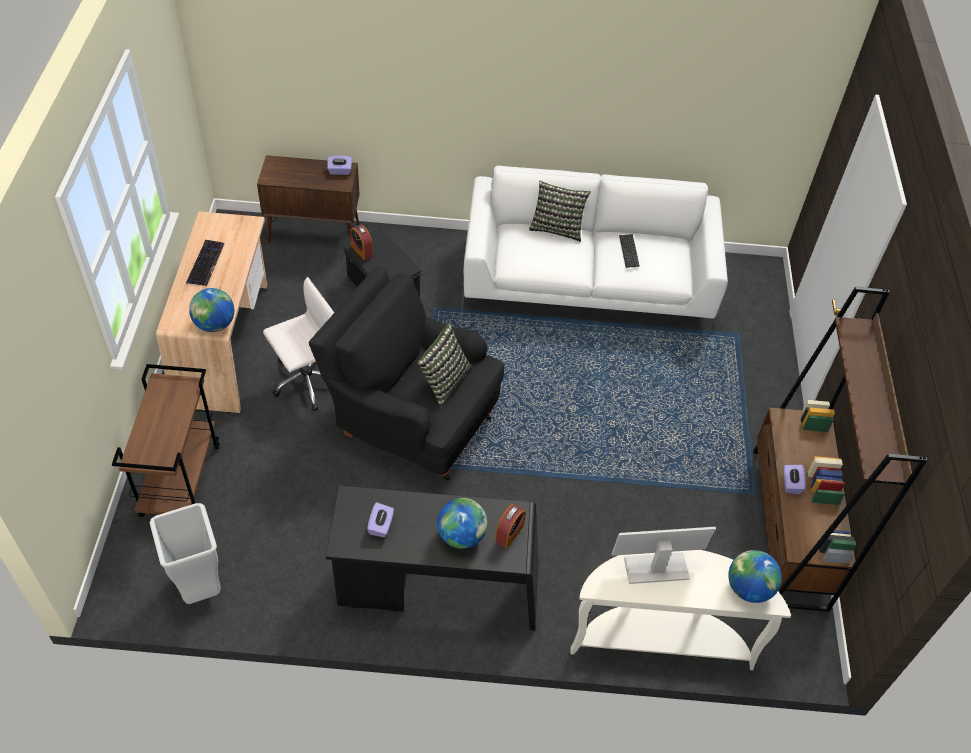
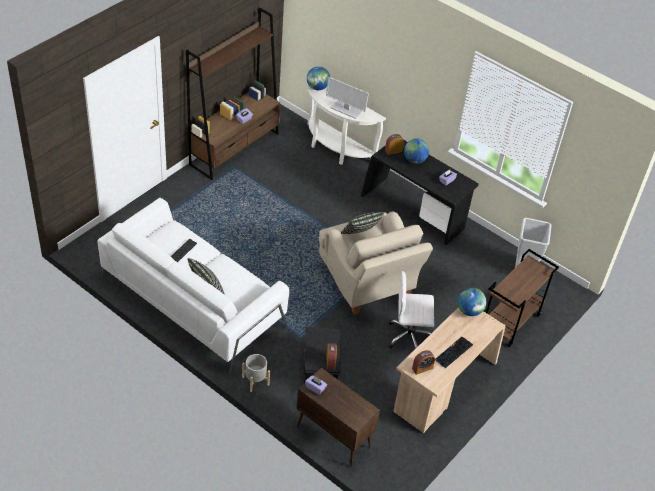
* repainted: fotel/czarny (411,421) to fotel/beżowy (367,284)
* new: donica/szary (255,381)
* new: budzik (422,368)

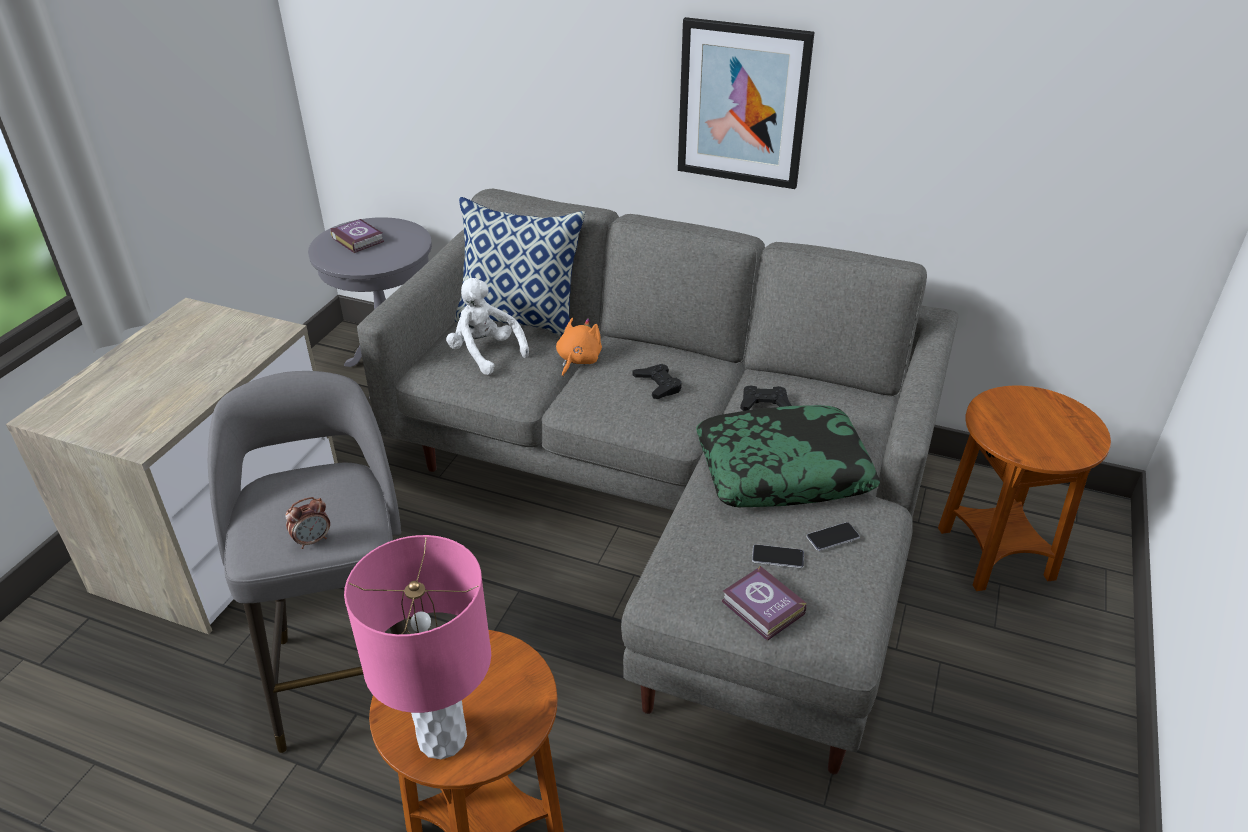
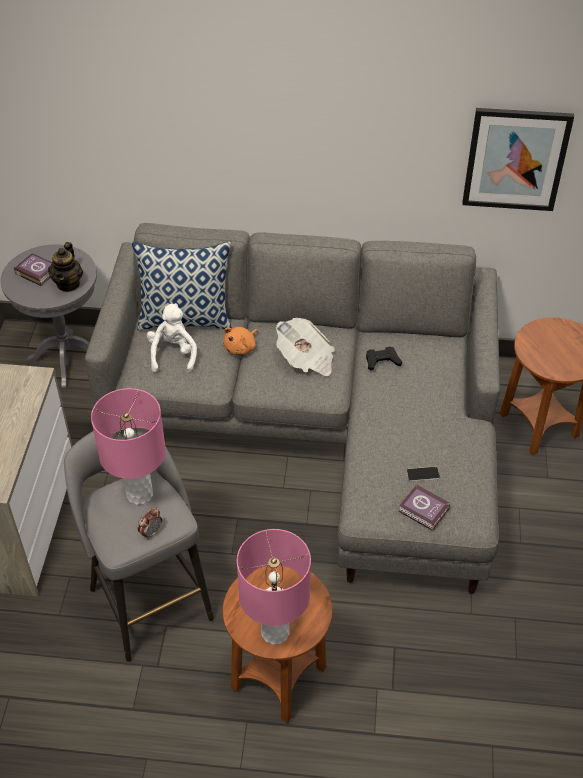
* rotated: pluszak/biały (485,353) = (173,354) 60 degrees clockwise
* rotated: pluszak/pomarańczowy (578,360) = (241,348) 150 degrees counterclockwise
* swapped: pad do gier/czarny (658,385) to gazeta (306,359)
* shifted: obraz (742,104) to (515,159)
* gone: poduszka (783,470)
* gone: telefon (833,537)
* new: imbryk (68,284)
* new: lampa stołowa/różowy (140,494)

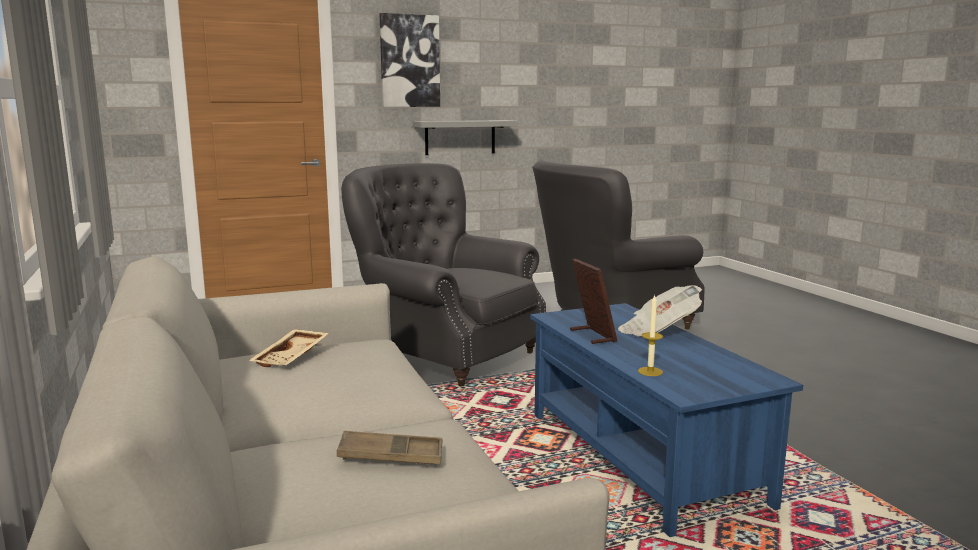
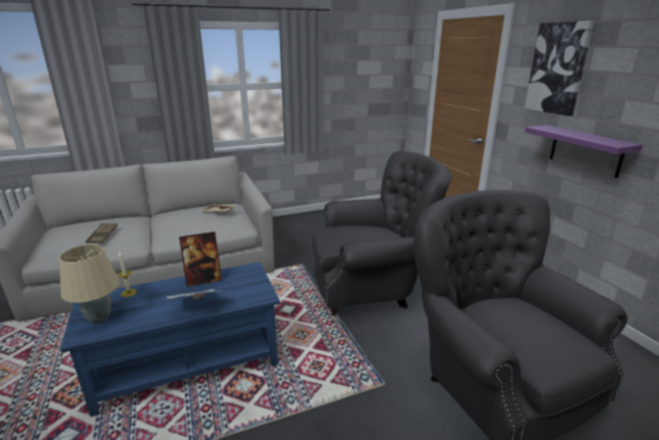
* rotated: fotel/szary (445,354) = (371,287) 45 degrees clockwise
* repainted: półka/szary (460,137) to półka/fioletowy (585,151)
* new: lampa stołowa/beżowy (99,319)

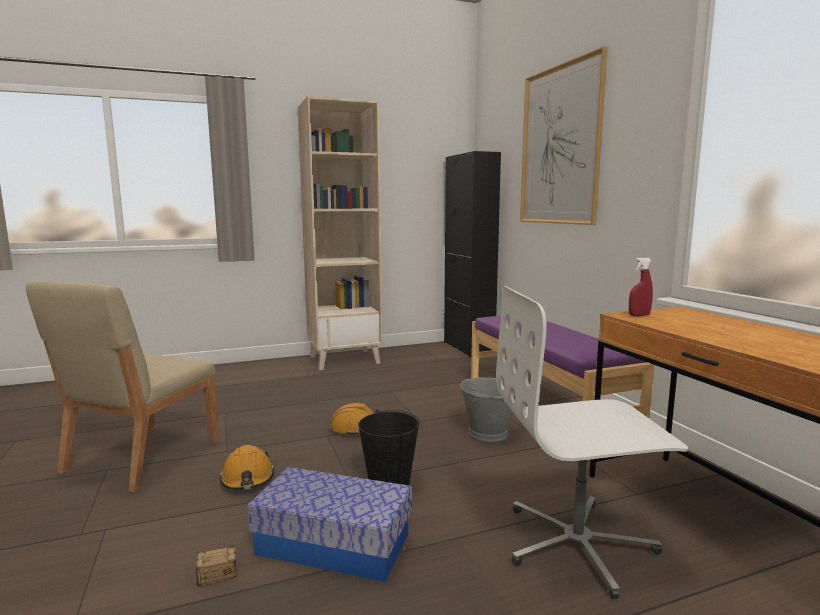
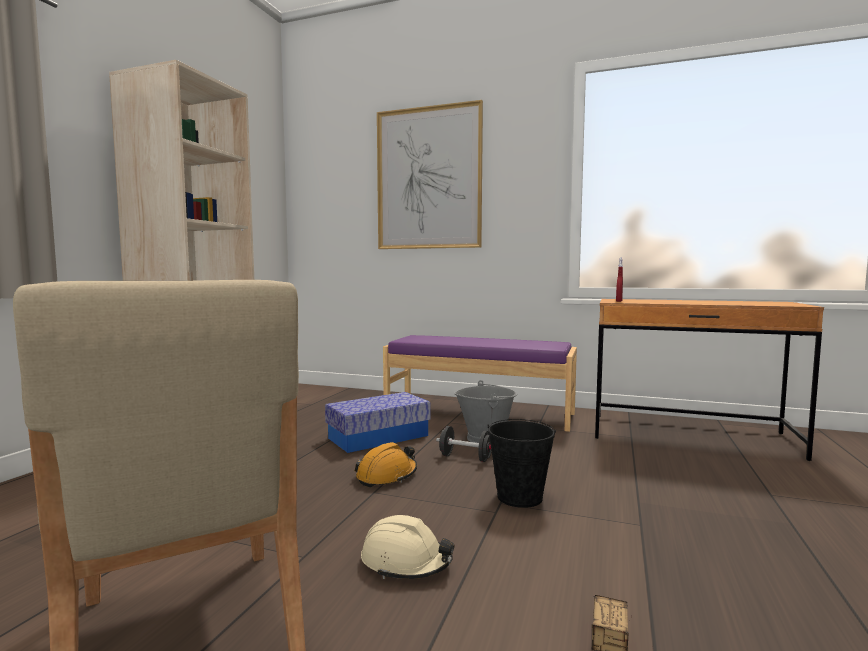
* repainted: kask/pomarańczowy (247,479) to kask/beżowy (406,562)
* shifted: pojemnik do przechowywania (334,544) to (378,437)
* gone: szafka/czarny (468,348)
* gone: krzesło biurowe/biały (578,544)
* new: hantel/czarny (465,458)

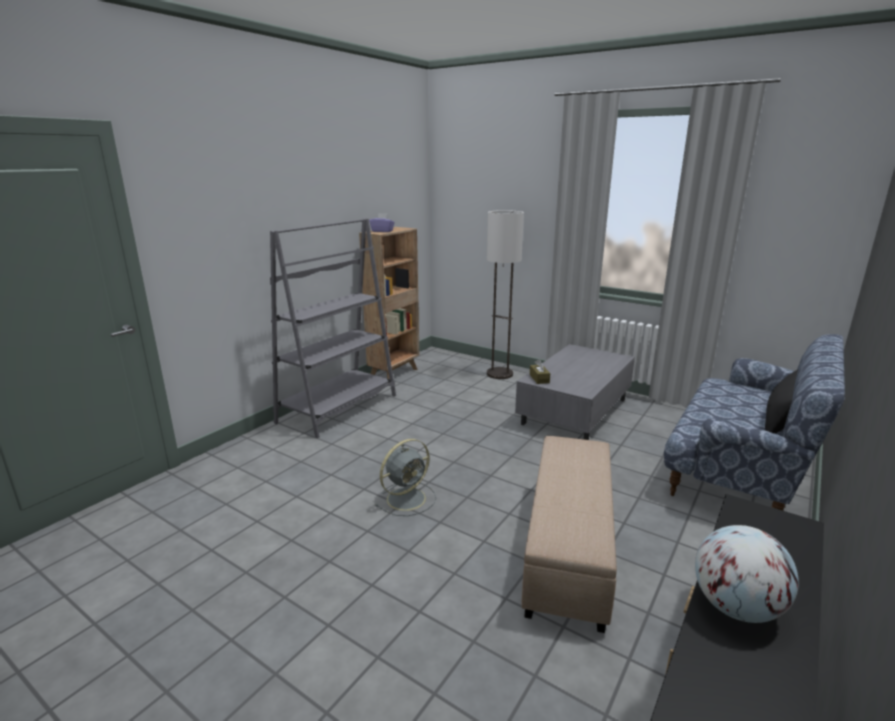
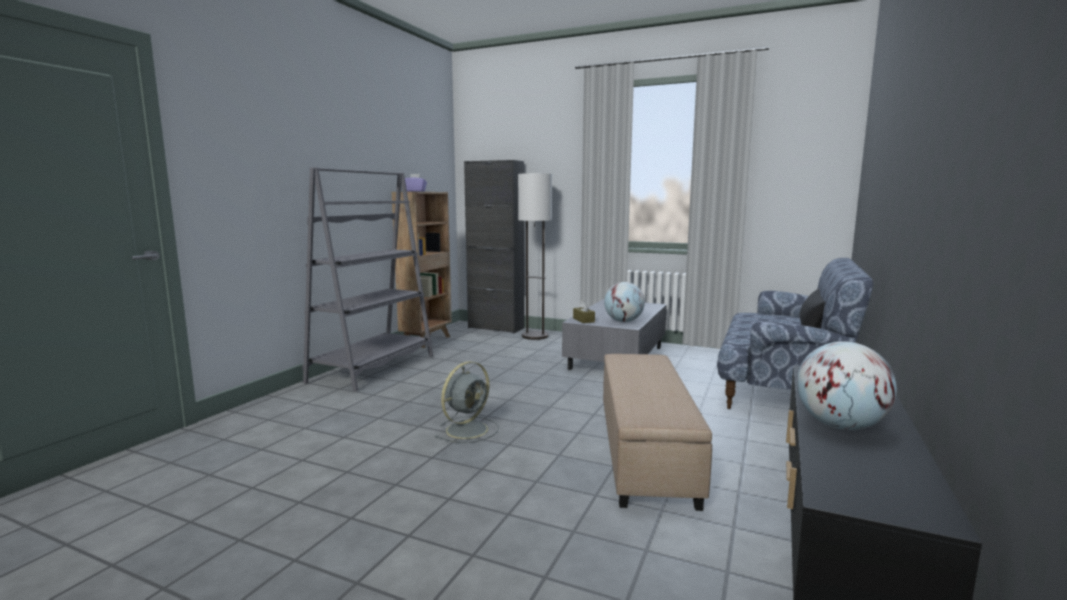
* new: szafka/czarny (496,328)
* new: globus (623,321)

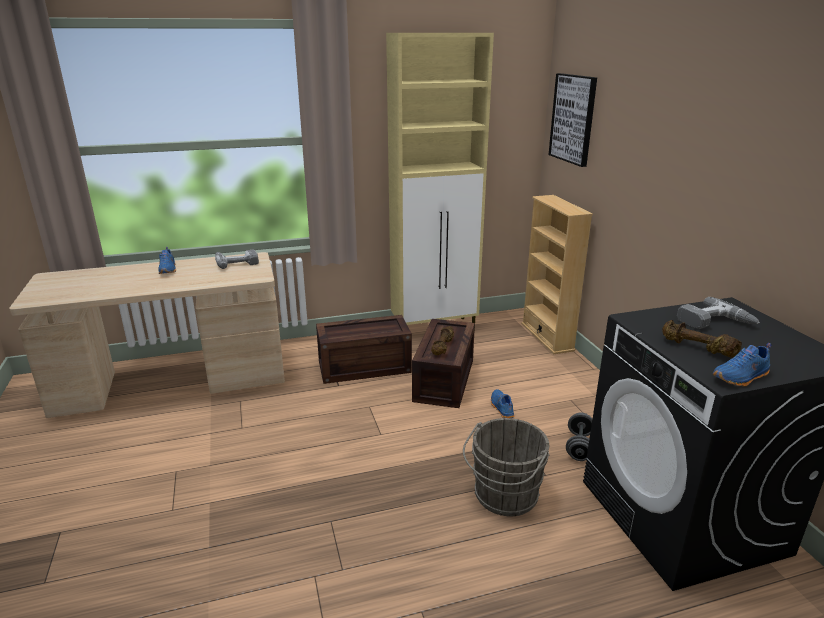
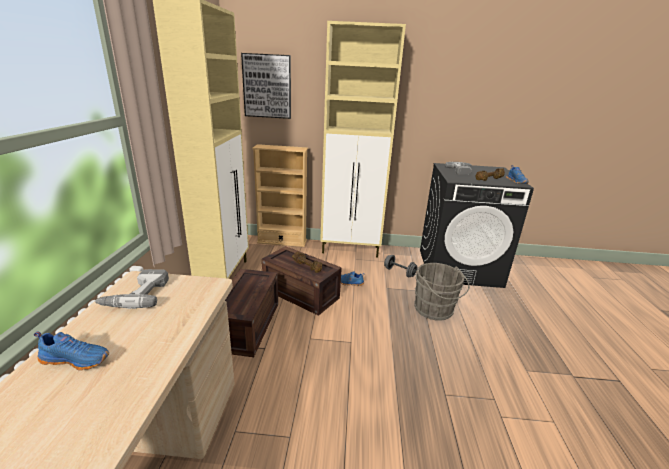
* new: szafka/beżowy (351,250)

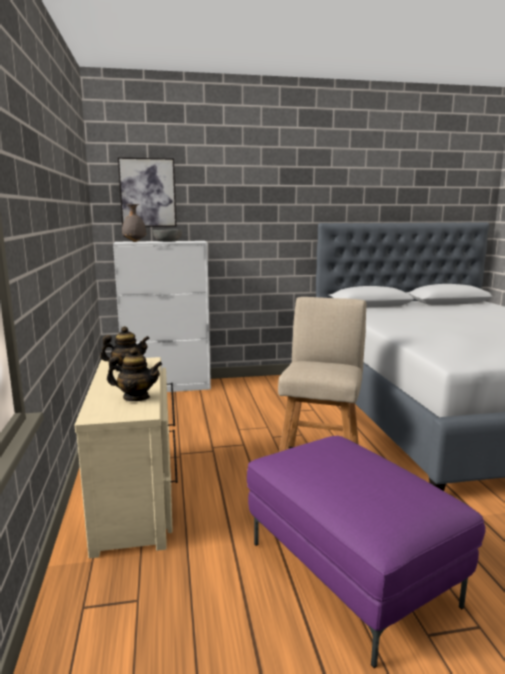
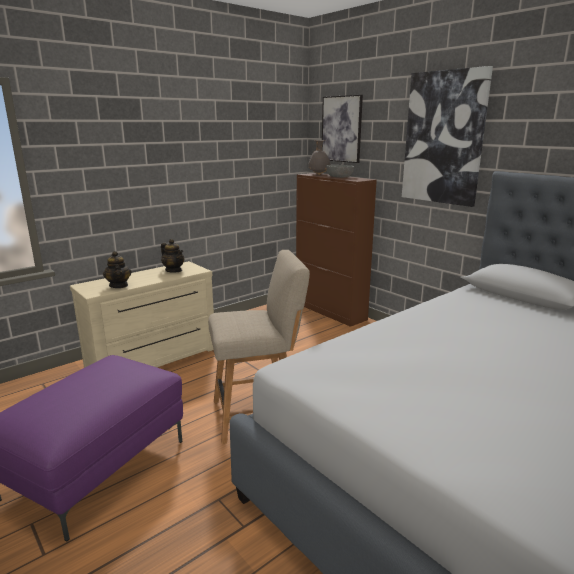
* repainted: szafka/biały (168,387) to szafka/brązowy (330,311)
* new: obraz (444,138)

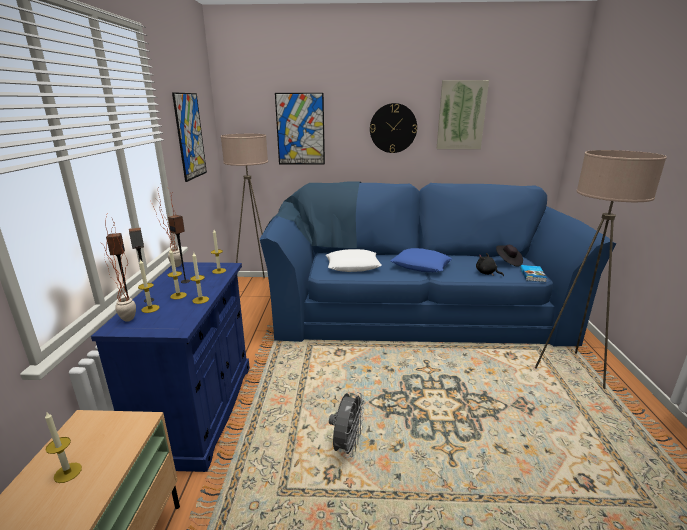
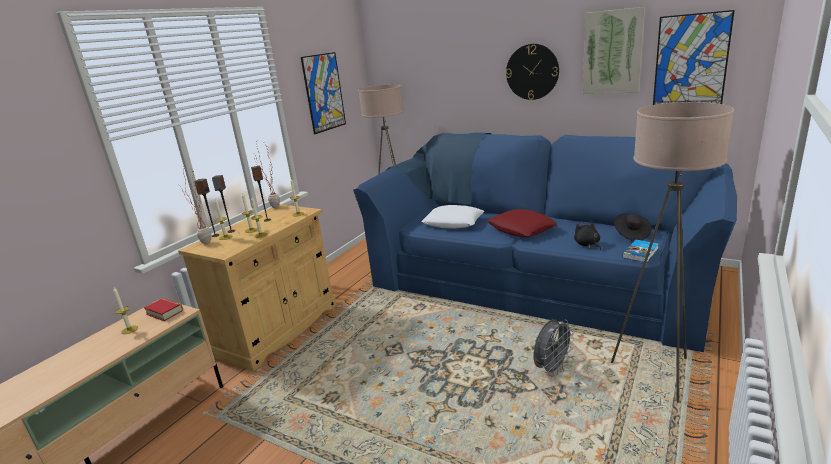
* repainted: szafka/niebieski (199,410) to szafka/beżowy (278,329)
* shifted: obraz (300,129) to (690,62)
* shifted: wentylator/szary (347,446) to (552,368)
* repainted: poduszka/niebieski (420,265) to poduszka/czerwony (521,229)
* new: książka (164,312)

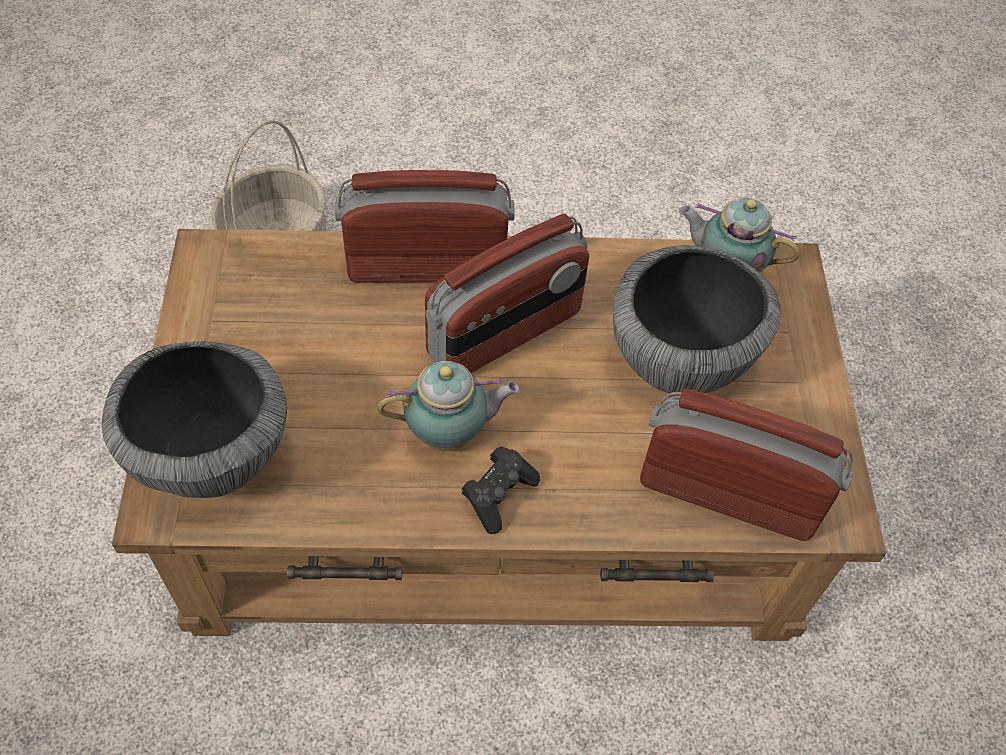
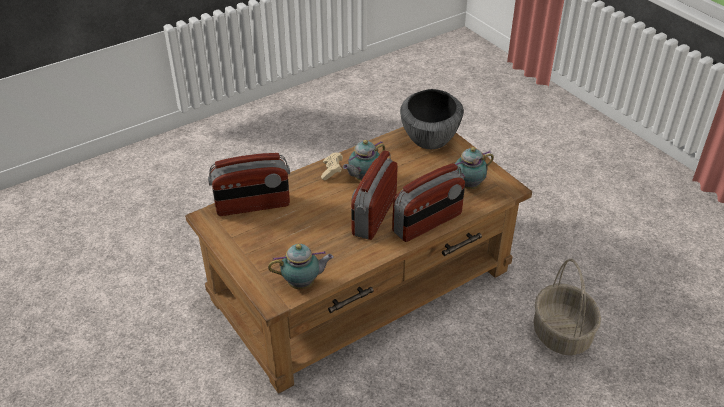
* repainted: pad do gier/czarny (498,495) to pad do gier/beżowy (332,171)
* gone: miska (678,363)
* new: imbryk (467,186)

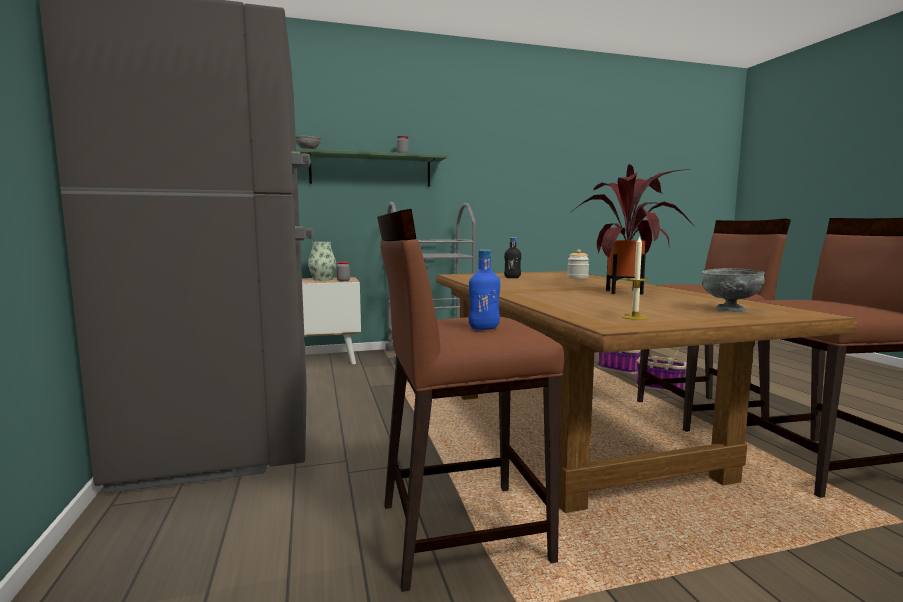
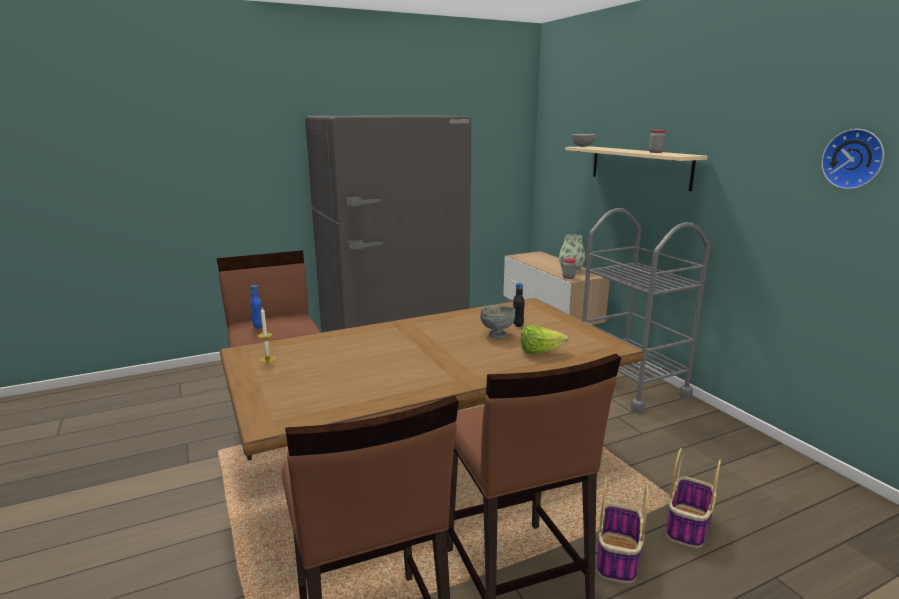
* repainted: półka/zielony (371,170) to półka/beżowy (639,166)
* swapped: słoik (577,278) to sałata (539,352)
* gone: roślina doniczkowa (628,292)
* shifted: miska/szary (729,310) to (496,334)
* new: zegar ścienny (854,159)

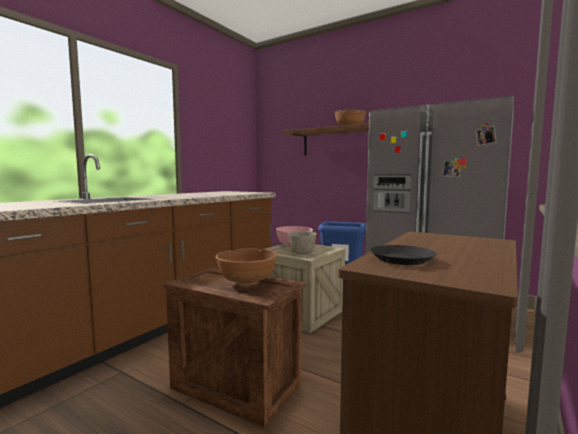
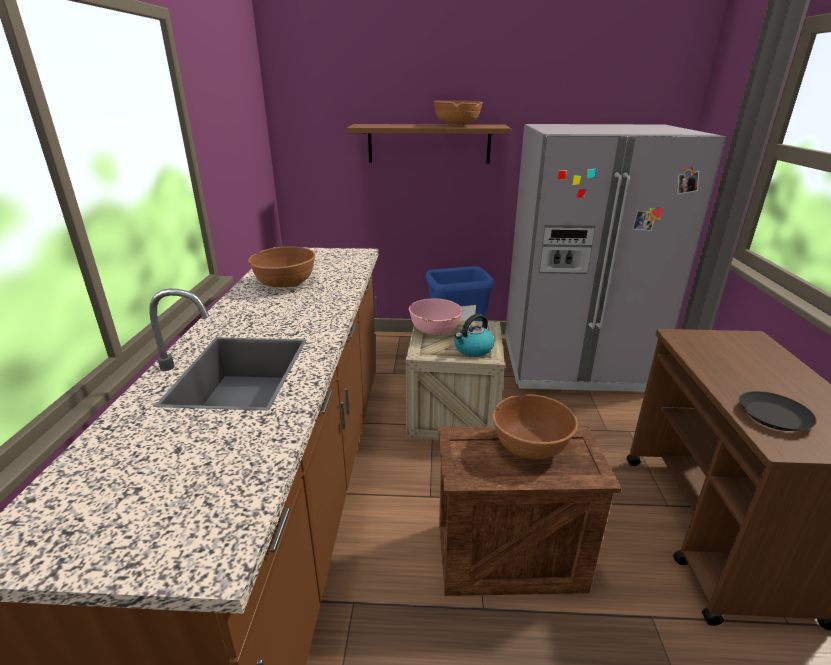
* swapped: miska/szary (302,253) to czajnik (473,349)
* new: miska/brązowy (285,284)

